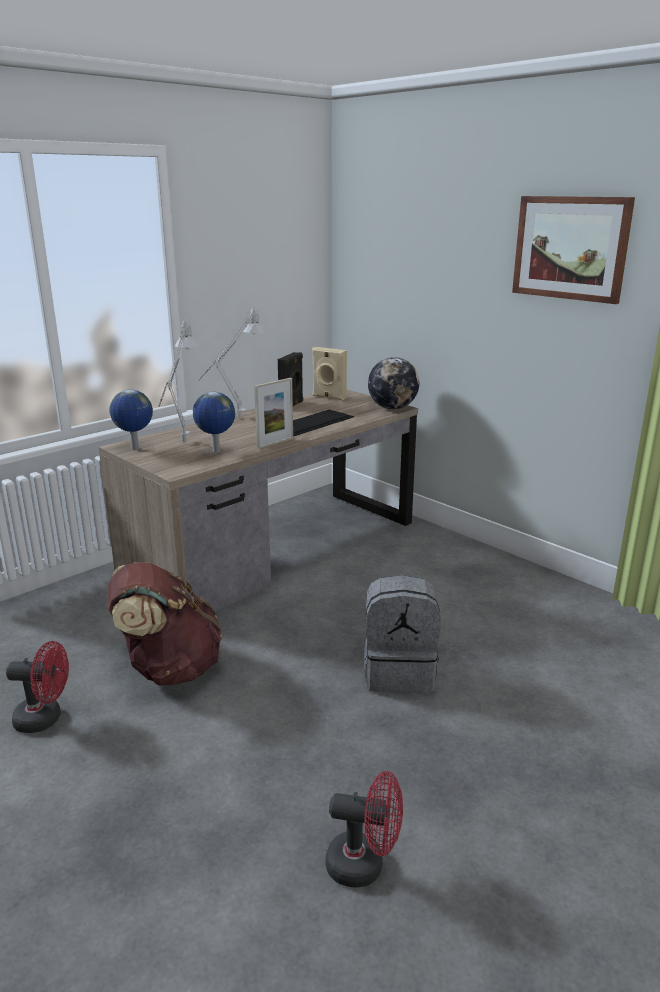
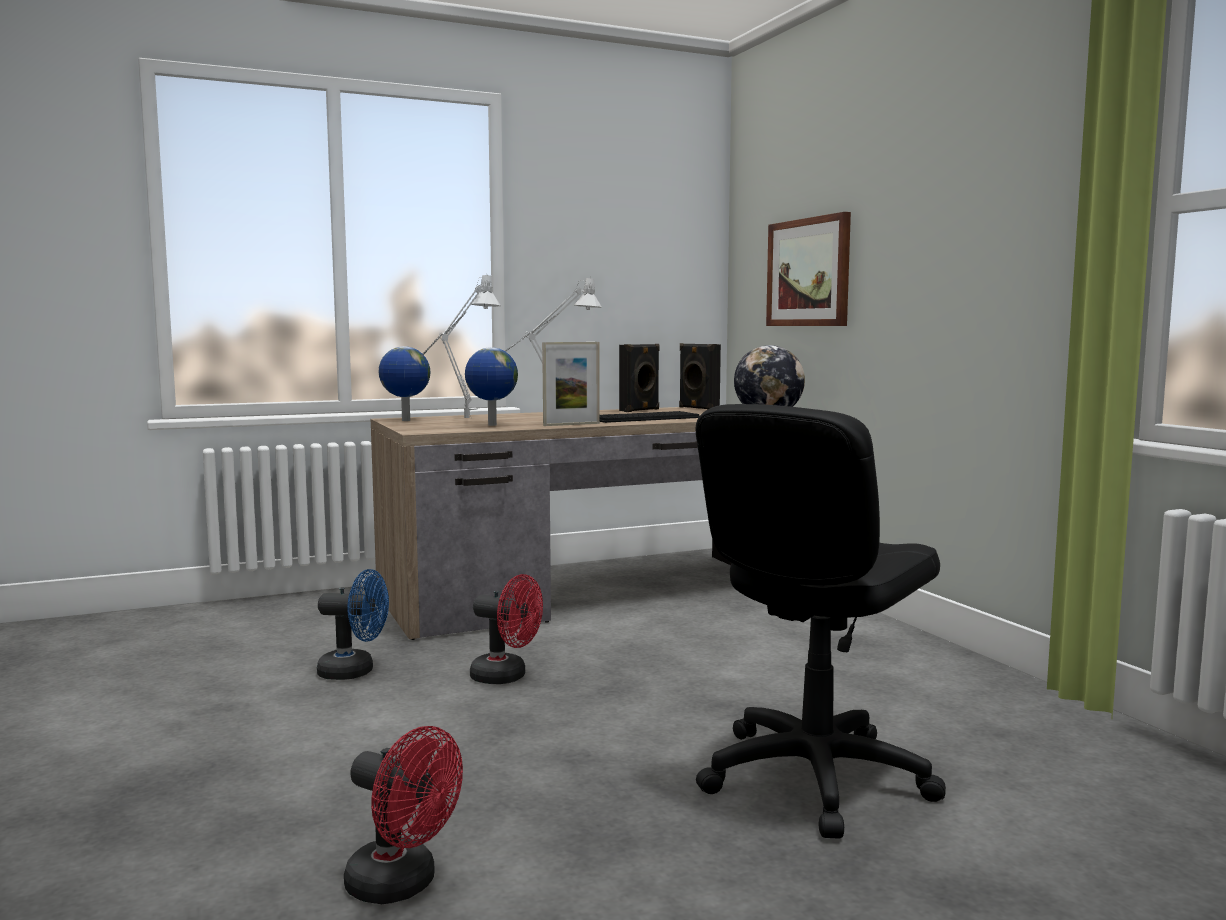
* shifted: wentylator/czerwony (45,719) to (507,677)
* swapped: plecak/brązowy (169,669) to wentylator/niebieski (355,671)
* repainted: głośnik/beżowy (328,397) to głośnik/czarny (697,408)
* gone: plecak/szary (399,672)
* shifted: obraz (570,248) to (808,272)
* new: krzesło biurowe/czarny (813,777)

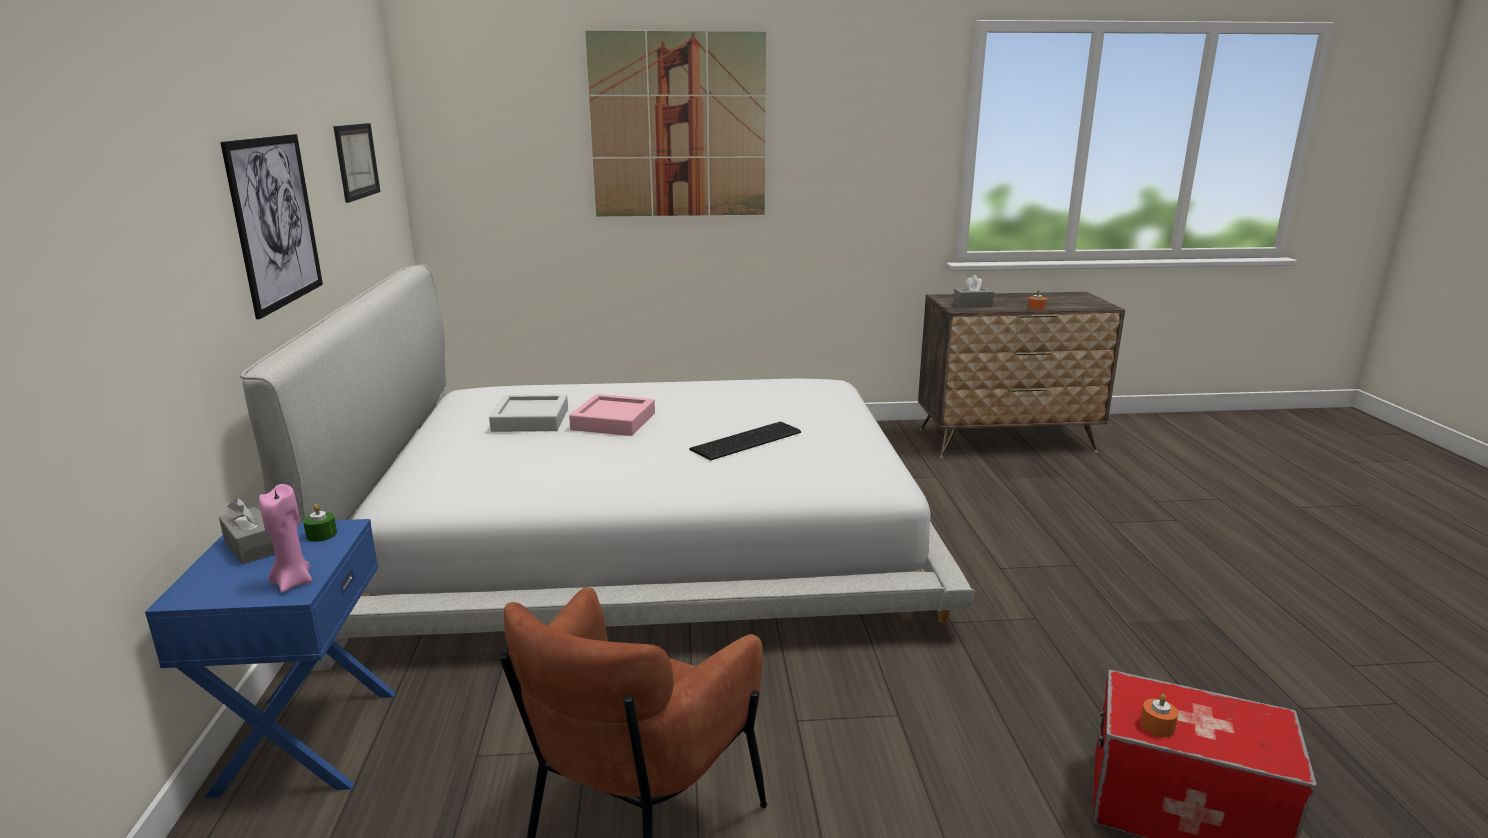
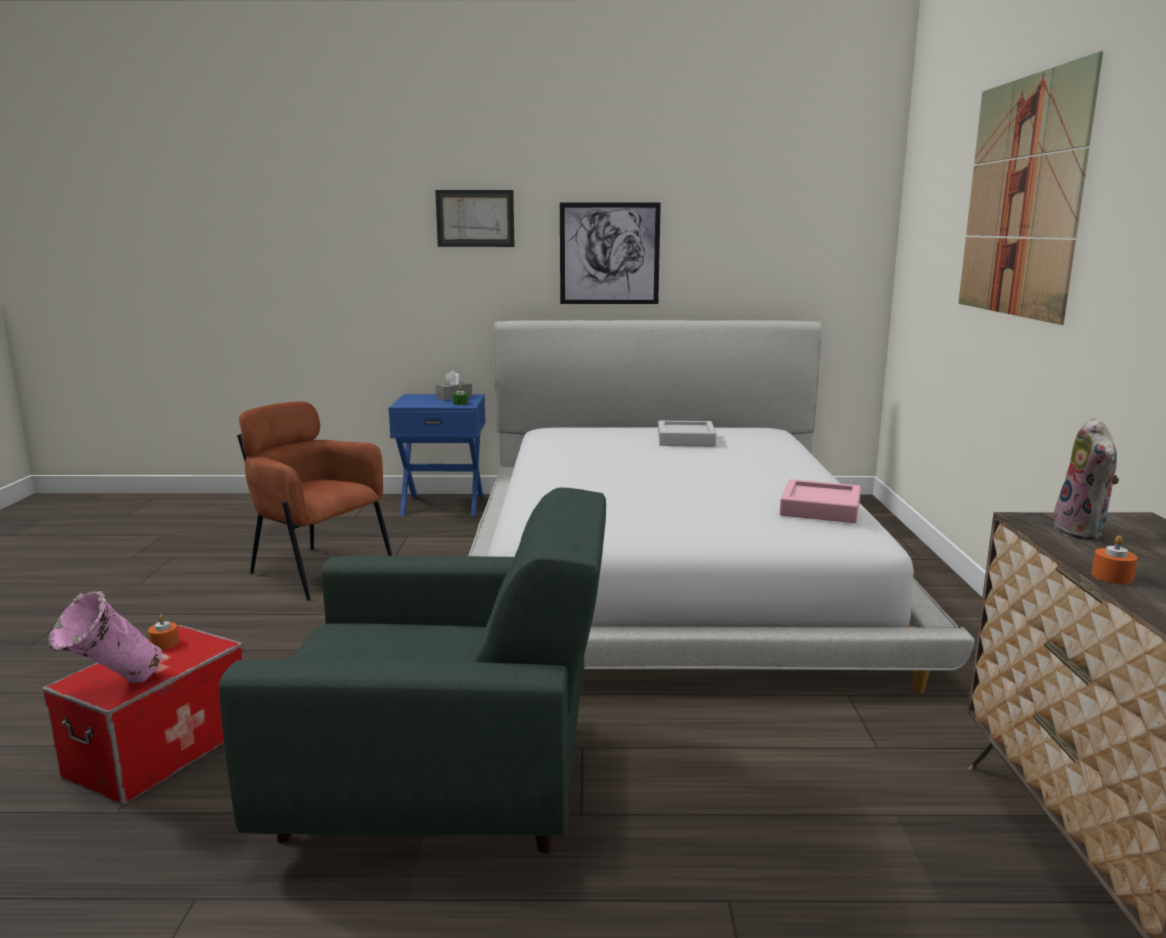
* gone: świeca/różowy (293,582)
* shifted: obraz (356,161) to (475,218)
* shifted: taca/różowy (613,421) to (820,508)
* gone: klawiatura (744,440)
* swapped: pudełko chusteczek/szary (972,305) to pluszak (1083,532)
* new: wazon/różowy (111,690)
* new: fotel/zielony (445,789)

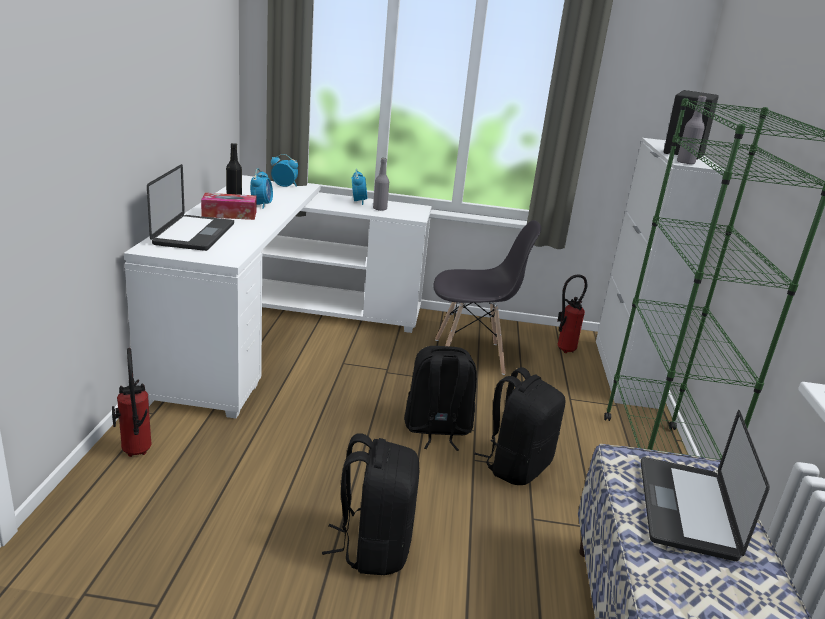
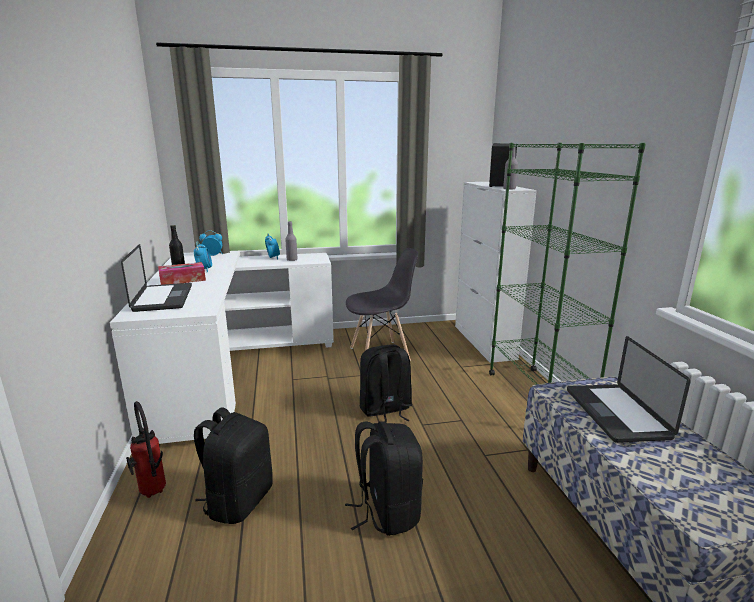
* shifted: plecak/czarny (516,466) to (238,501)
* gone: gaśnica (562,350)

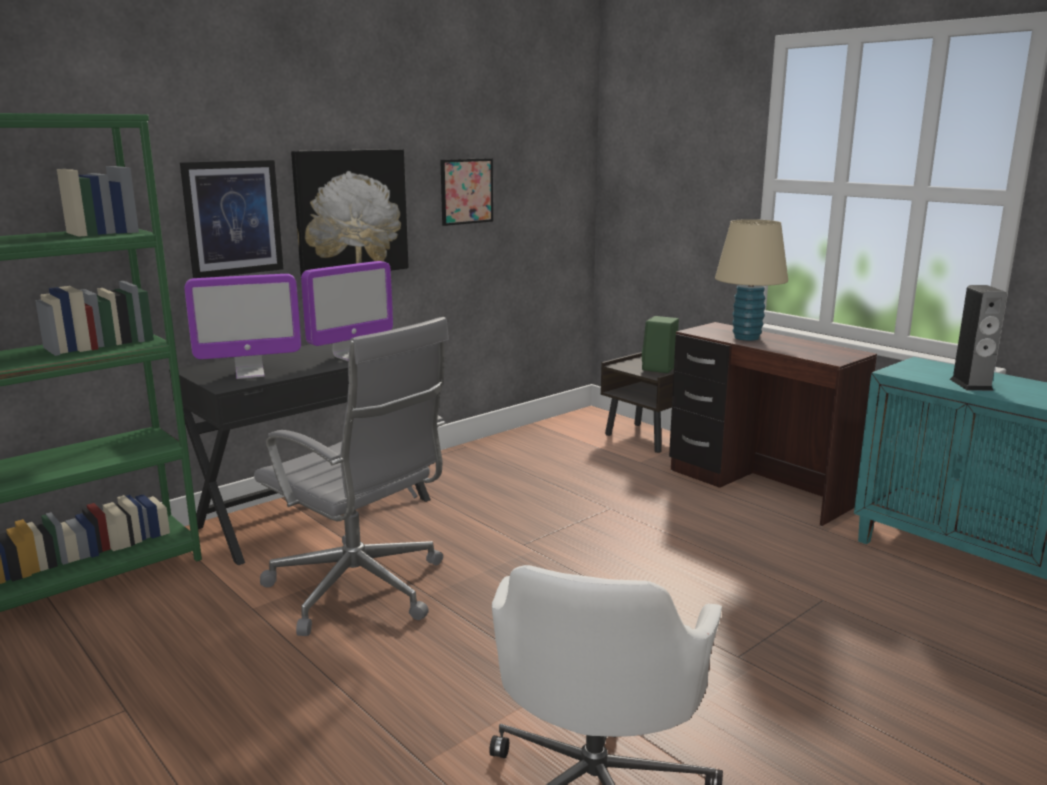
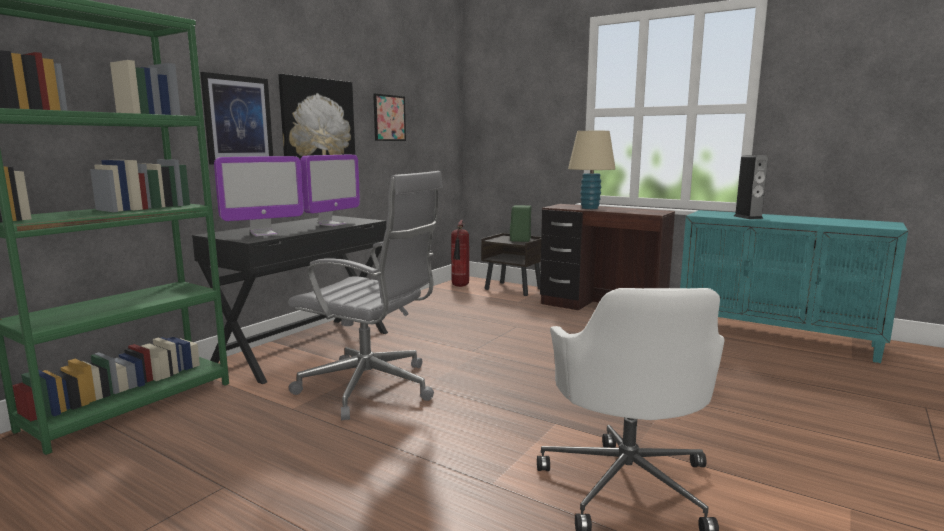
* new: gaśnica (460,286)

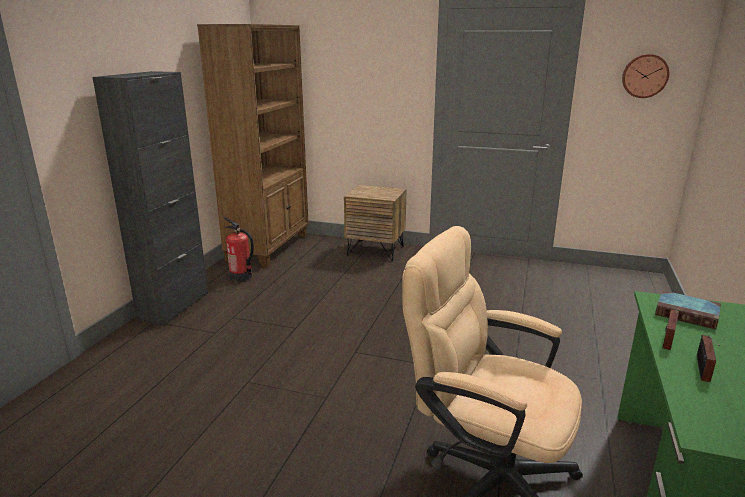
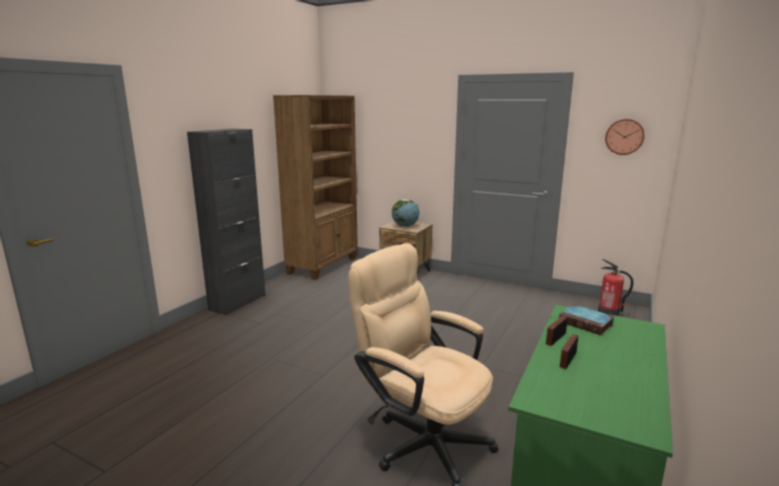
* shifted: gaśnica (241,277) to (609,313)
* new: globus (405,226)

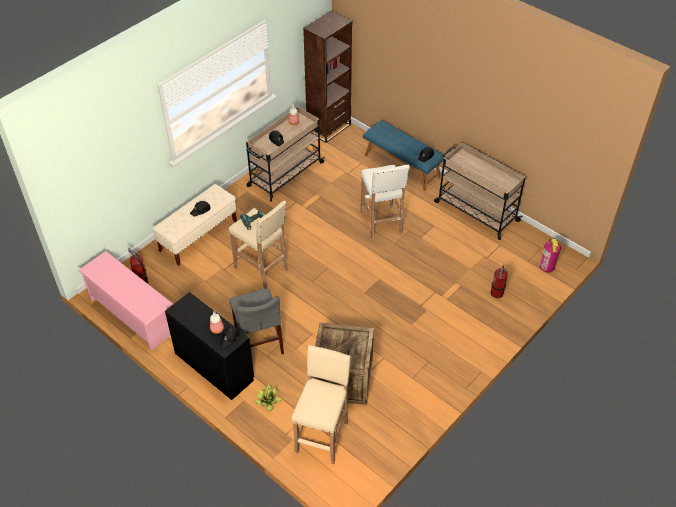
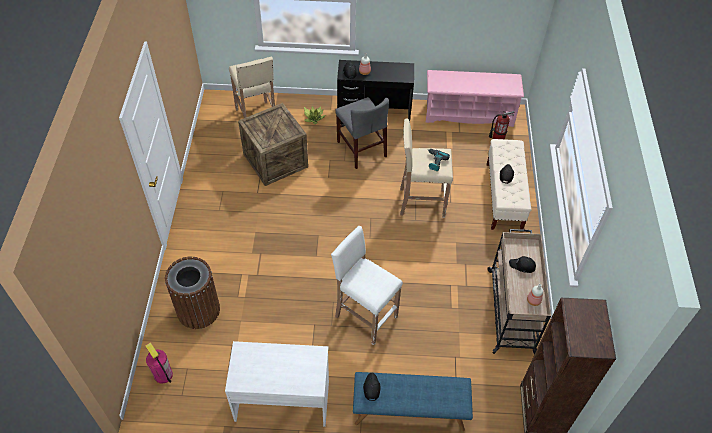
* rotated: krzesło/szary (259,341) = (361,149) 150 degrees counterclockwise
* swapped: wózek/beżowy (475,211) to biurko/biały (282,400)
* swapped: gaśnica (497,293) to kosz na śmieci/brązowy (198,310)

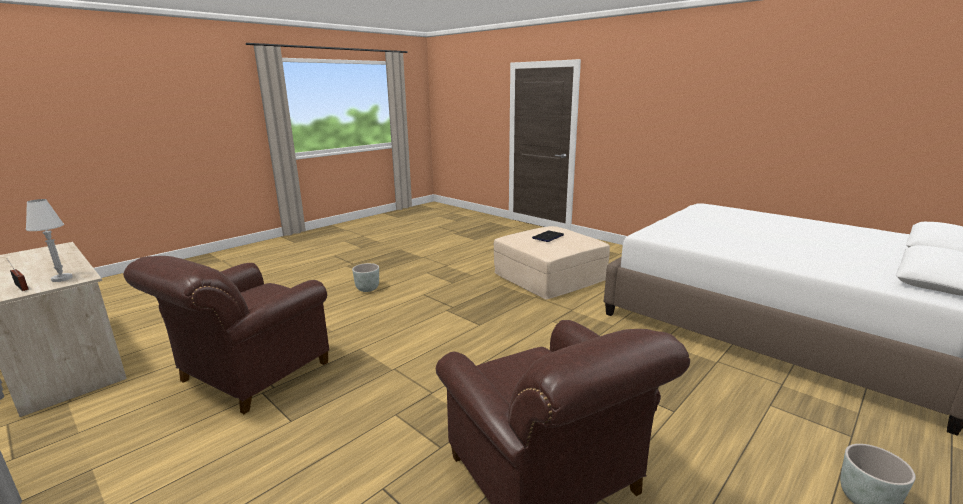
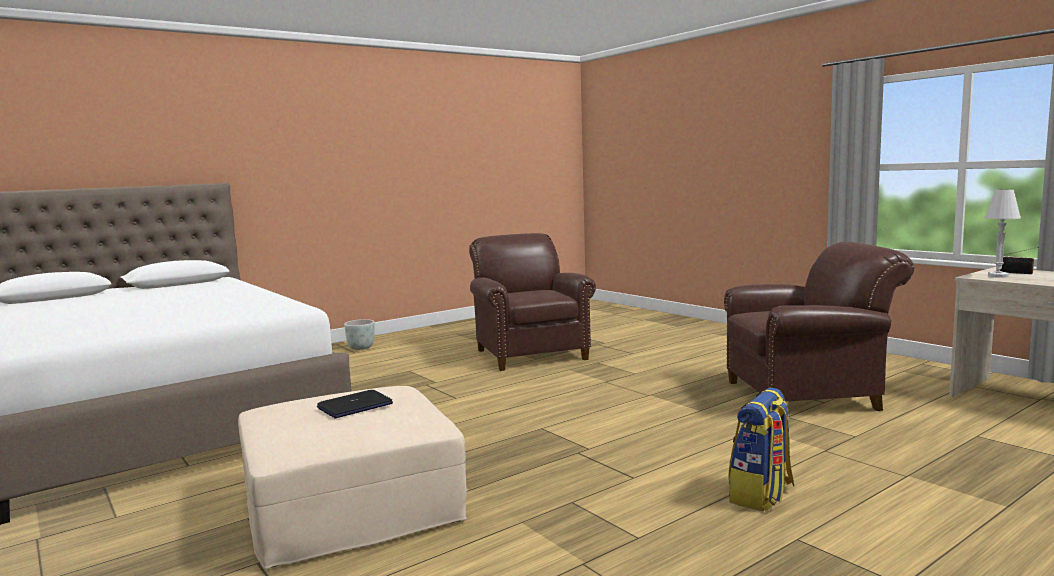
* rotated: fotel/brązowy (249,374) = (808,395) 45 degrees clockwise
* swapped: donica/szary (367,289) to plecak (761,495)

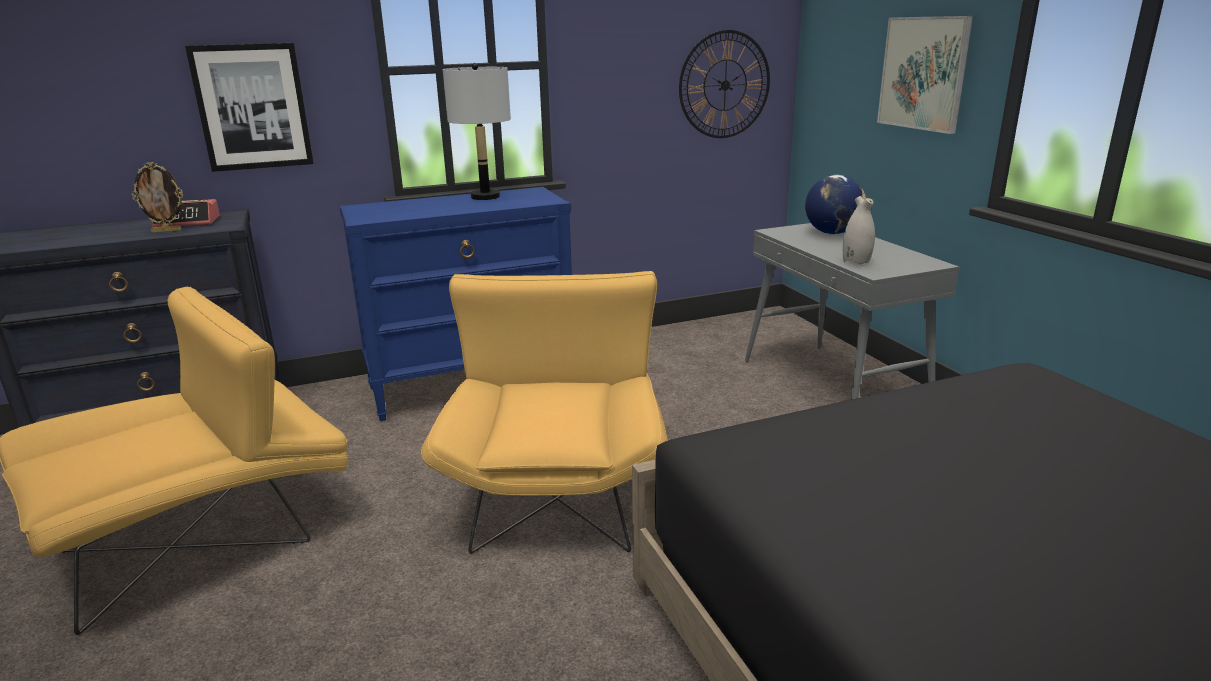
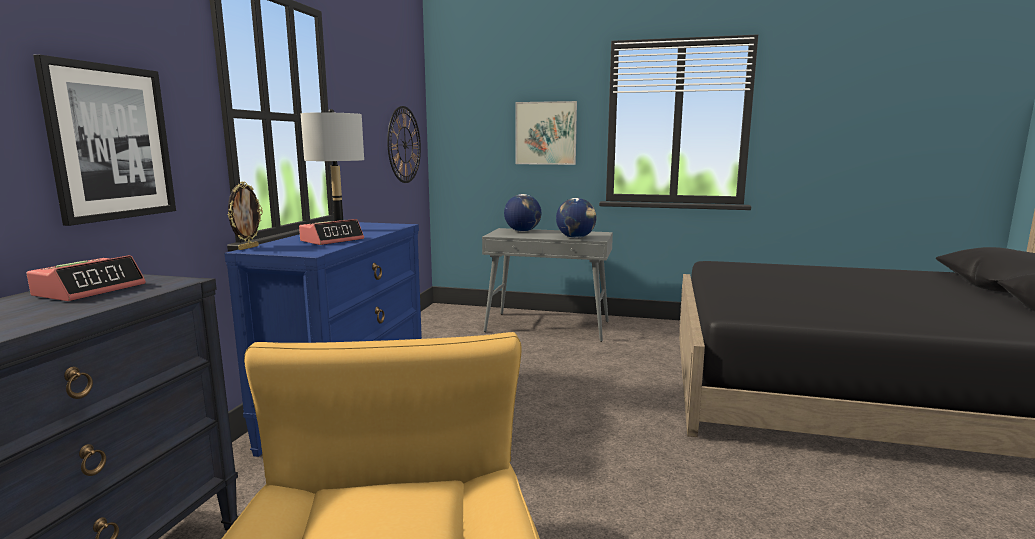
* shifted: ramka na zdjęcie (167,231) to (248,248)
* gone: fotel/żółty (558,484)
* swapped: wazon/biały (856,262) to globus (576,237)
* new: budzik (332,240)

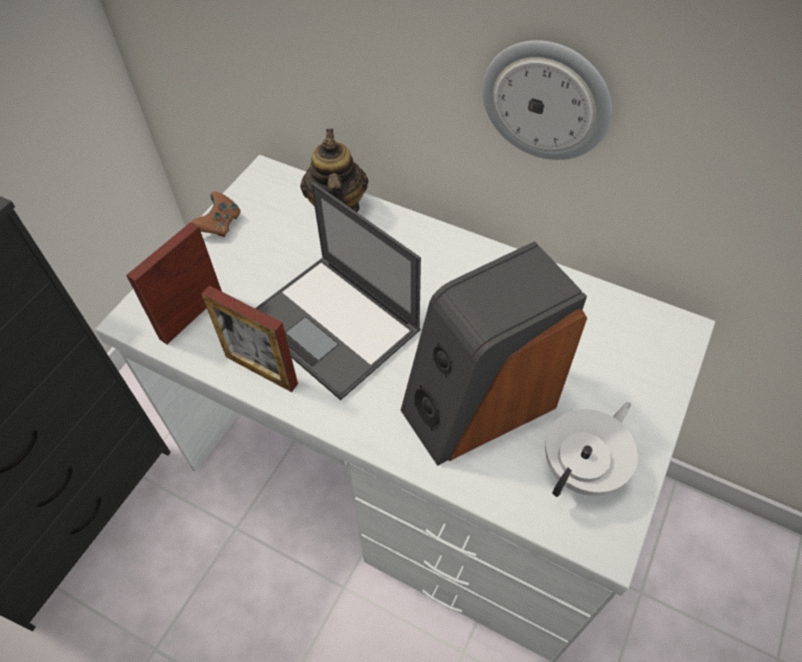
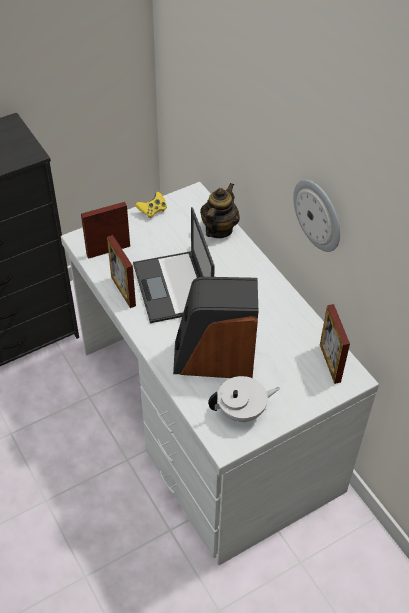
* repainted: pad do gier/brązowy (220,225) to pad do gier/żółty (152,211)
* new: ramka na zdjęcie (330,363)

